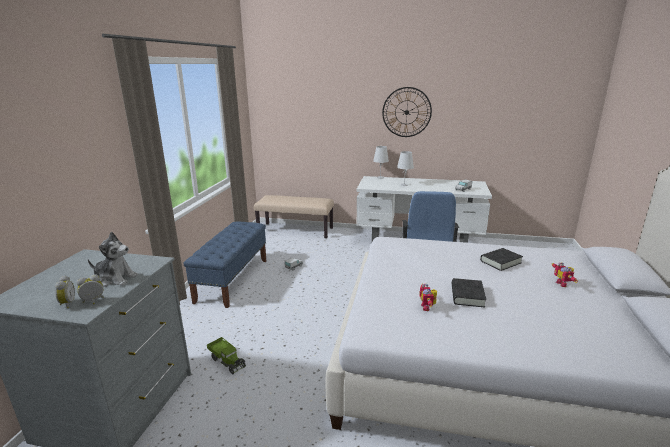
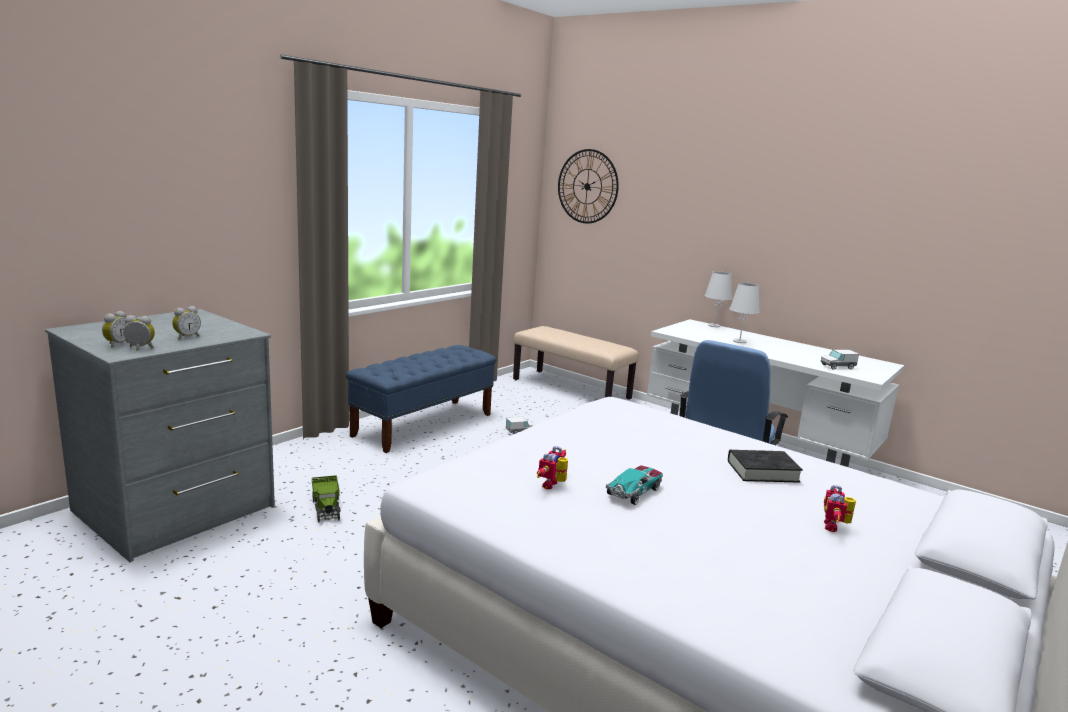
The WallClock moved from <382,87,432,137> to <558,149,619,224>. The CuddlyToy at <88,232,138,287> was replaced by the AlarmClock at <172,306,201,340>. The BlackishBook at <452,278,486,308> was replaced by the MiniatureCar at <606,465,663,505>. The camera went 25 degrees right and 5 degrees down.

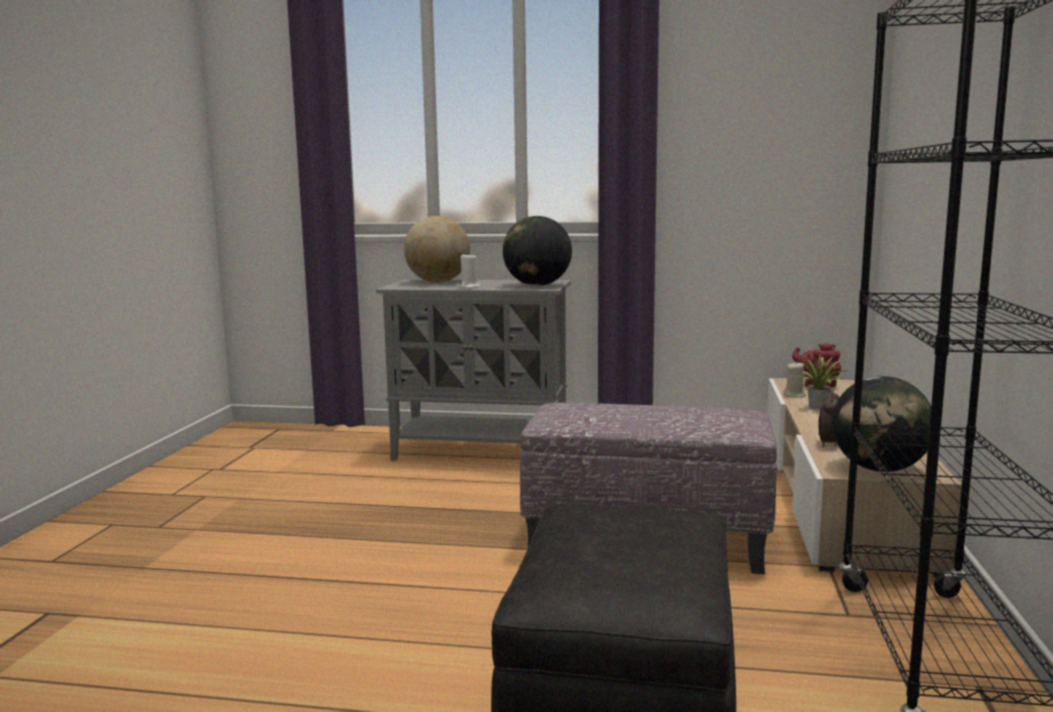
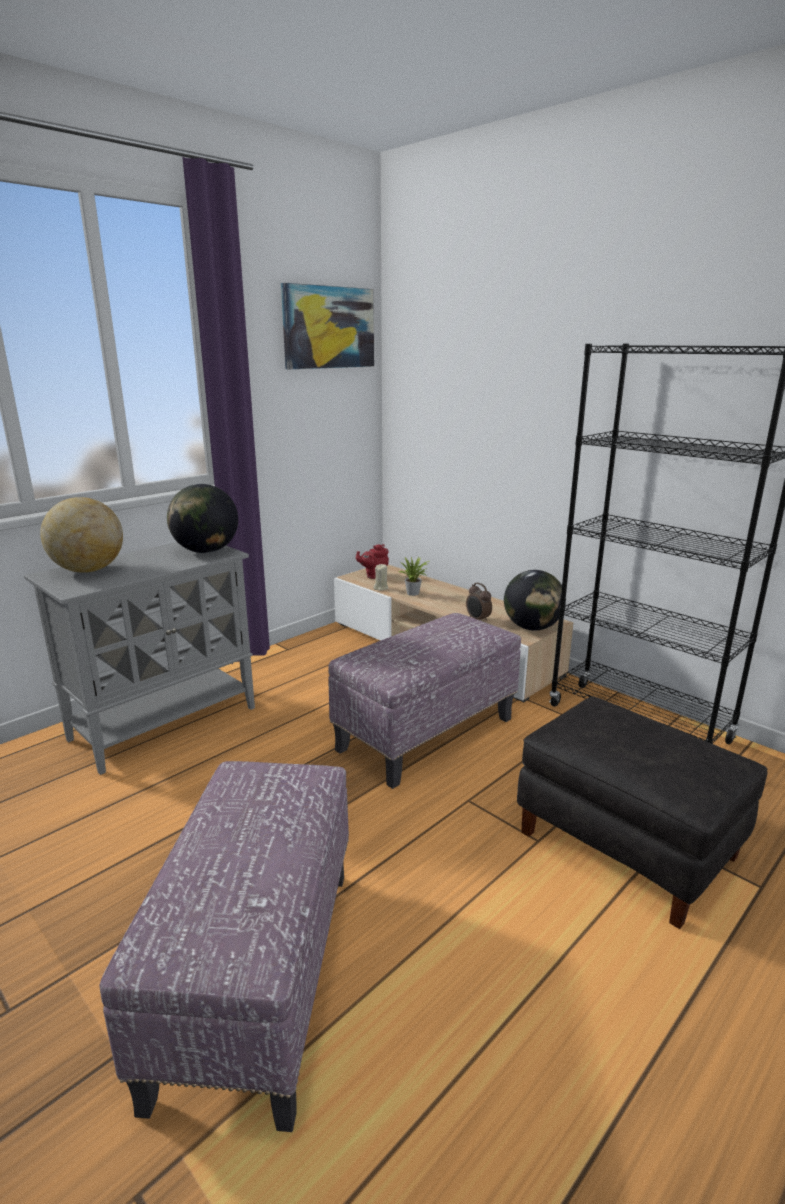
The WhiteCandle at <460,255,480,289> disappeared. The Ottoman at <99,761,349,1132> appeared. The Picture at <281,283,374,369> appeared. The camera went 55 degrees left and 10 degrees up.

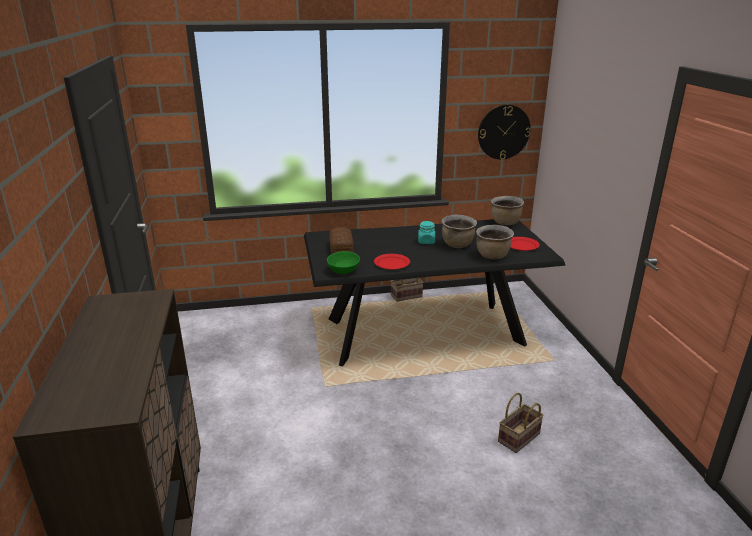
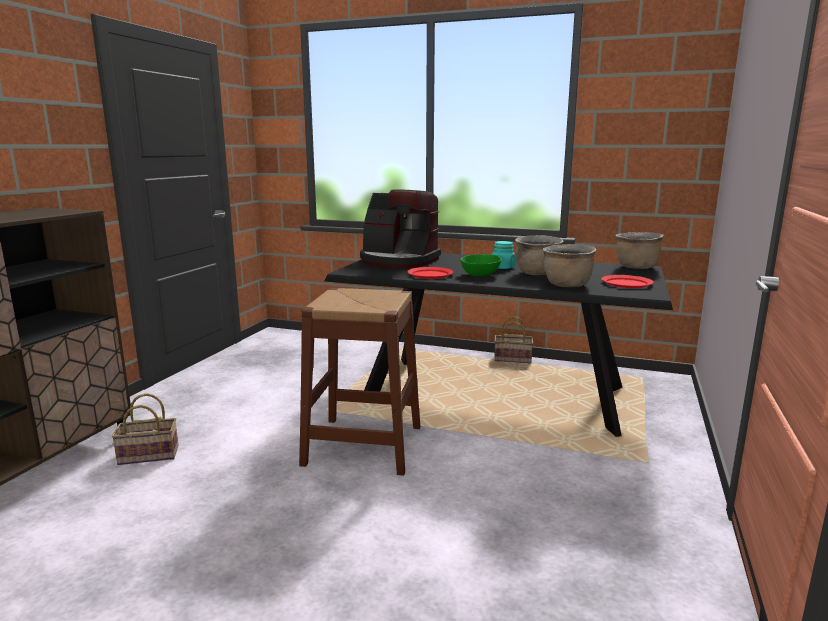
The WallClock at <478,105,531,160> disappeared. The BrownColouredSittingStool at <299,288,420,476> appeared. The GreenColouredServingBowl moved from <327,251,360,274> to <461,254,501,276>. The StorageBasket moved from <498,393,544,453> to <112,393,179,465>. The BakedBread at <329,227,354,254> was replaced by the CoffeeMachine at <360,189,441,268>. The camera went 30 degrees right and 10 degrees down.

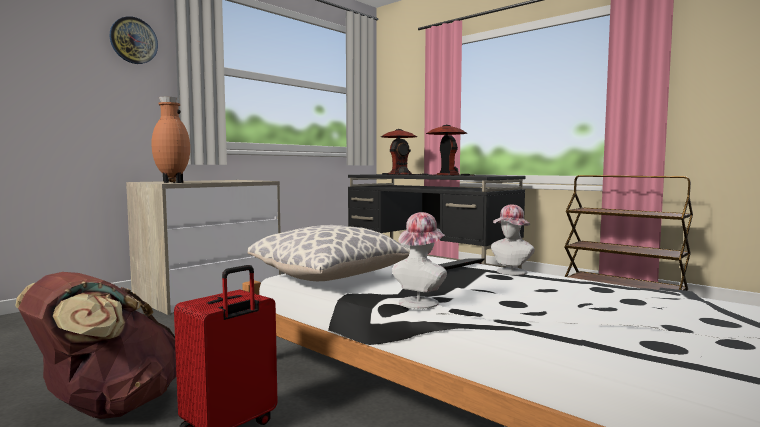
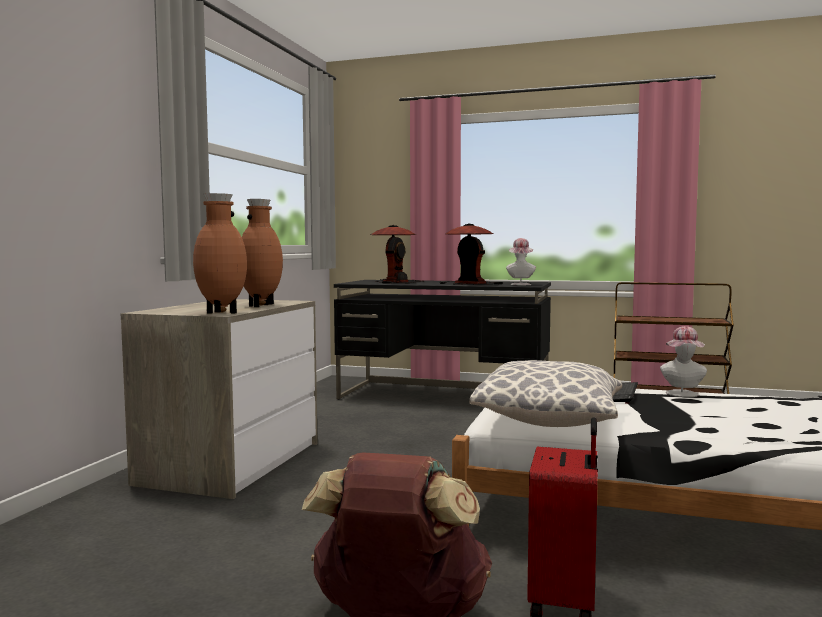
The WallClock at <109,16,158,64> disappeared. The BrownColouredVase at <242,199,283,307> appeared. The ClothingHat moved from <392,212,447,309> to <506,238,536,285>. The camera went 25 degrees left and 0 degrees up.

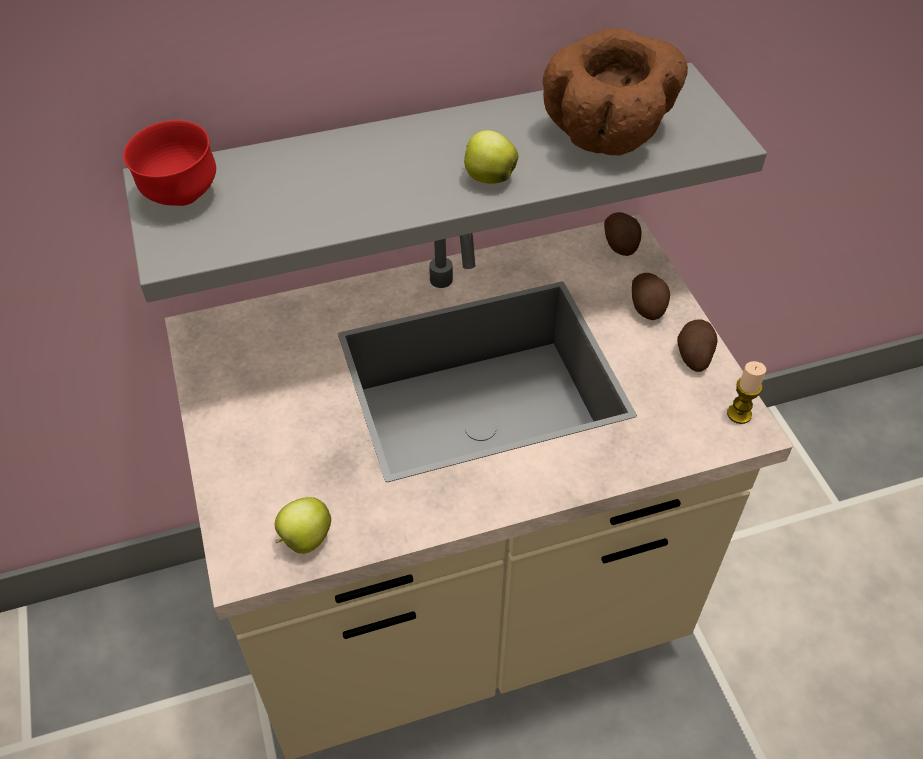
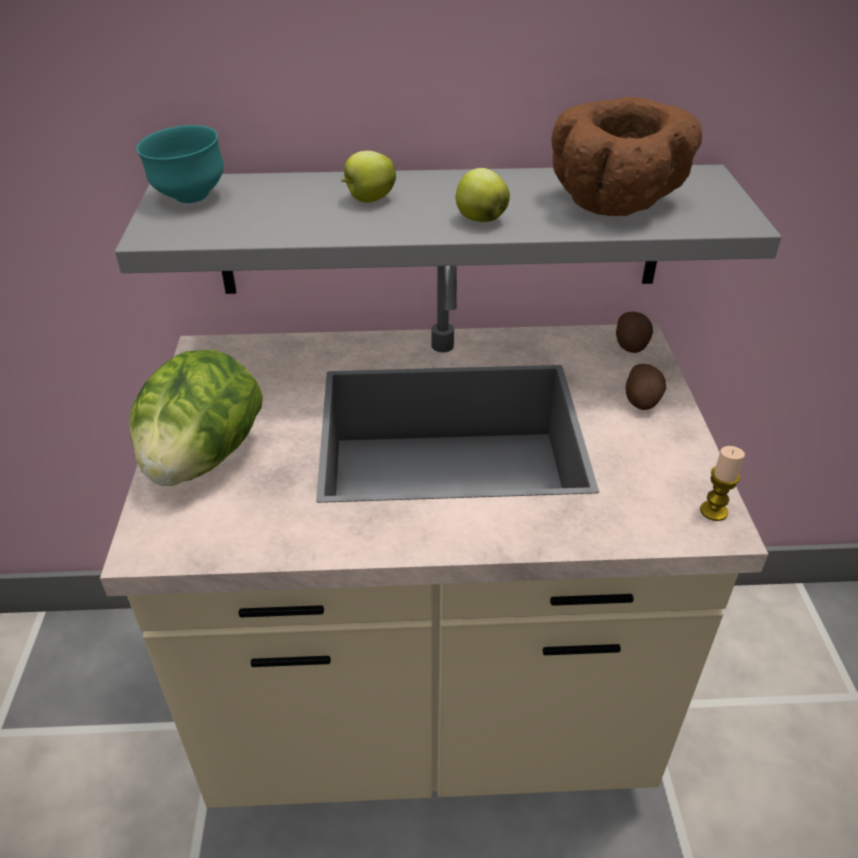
The Spud at <677,319,718,372> disappeared. The Lettuce at <130,350,263,486> appeared. The WholeApple moved from <275,497,331,554> to <341,151,396,203>. The ReddishServingBowl at <123,120,216,206> became the TurquoiseColouredServingBowl at <136,125,224,203>. The camera went 15 degrees right and 10 degrees down.

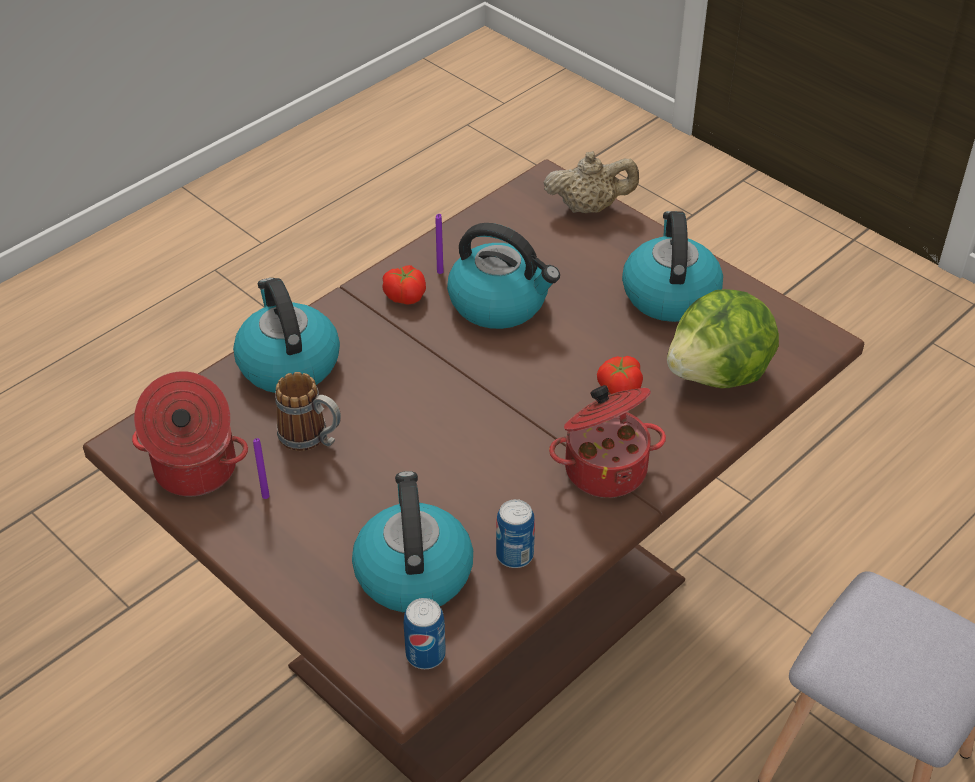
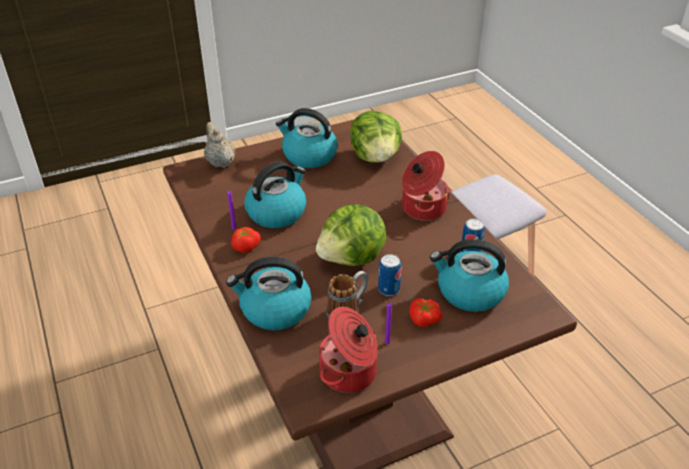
The Lettuce at <316,205,386,266> appeared. The MetalCan moved from <404,598,446,669> to <378,254,401,296>. The Tomato moved from <597,356,643,394> to <409,298,442,327>. The BeigePotForTea at <544,151,639,213> turned 45 degrees counterclockwise. The camera went 70 degrees left and 5 degrees down.

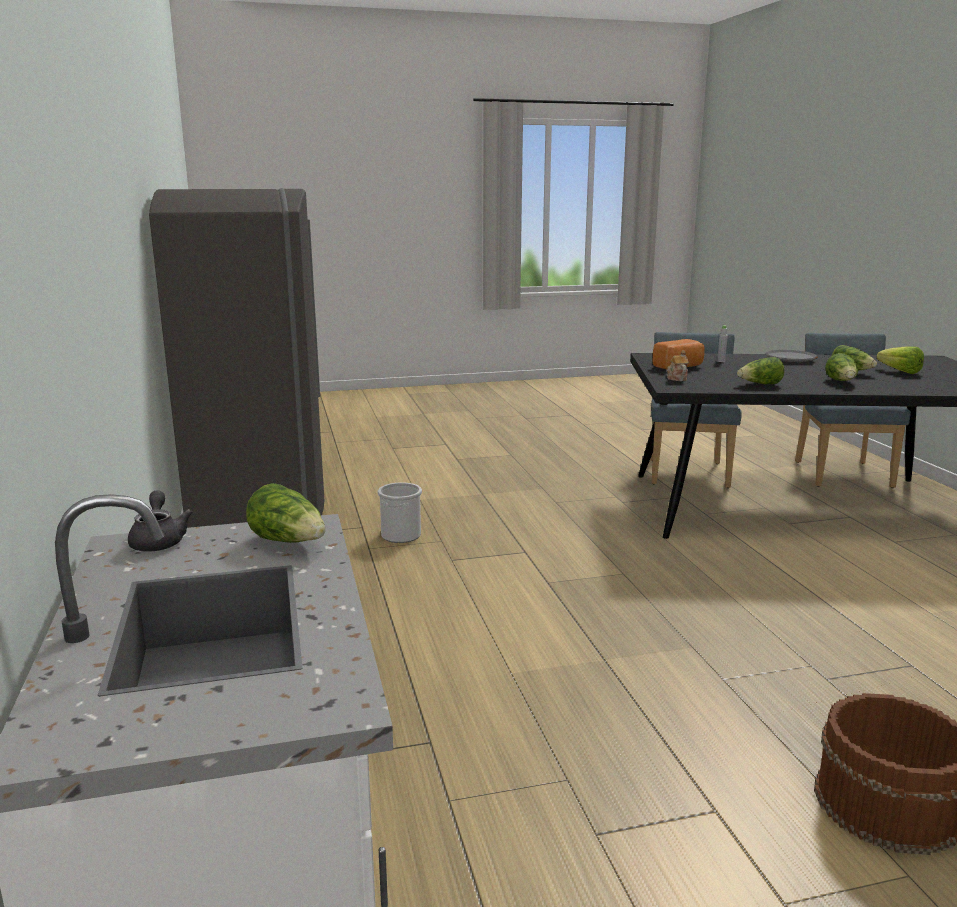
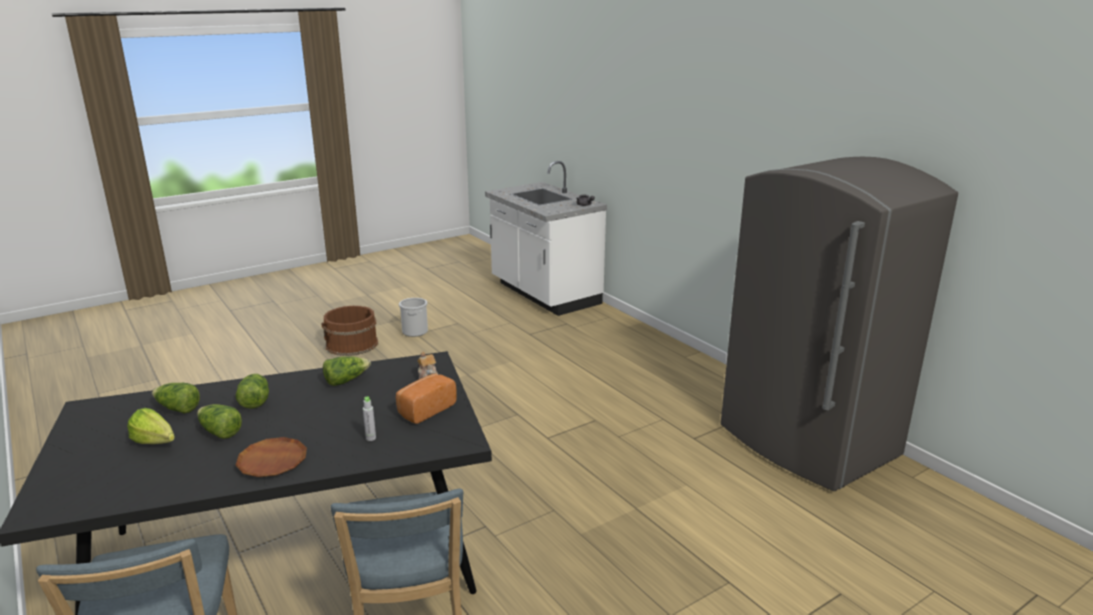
The Lettuce moved from <246,483,326,543> to <152,383,200,414>. The WaterBucket moved from <378,482,422,543> to <399,298,428,337>. The GreyPlate at <765,350,818,362> became the BrownColouredPlate at <236,437,307,477>. The camera went 160 degrees right and 5 degrees up.

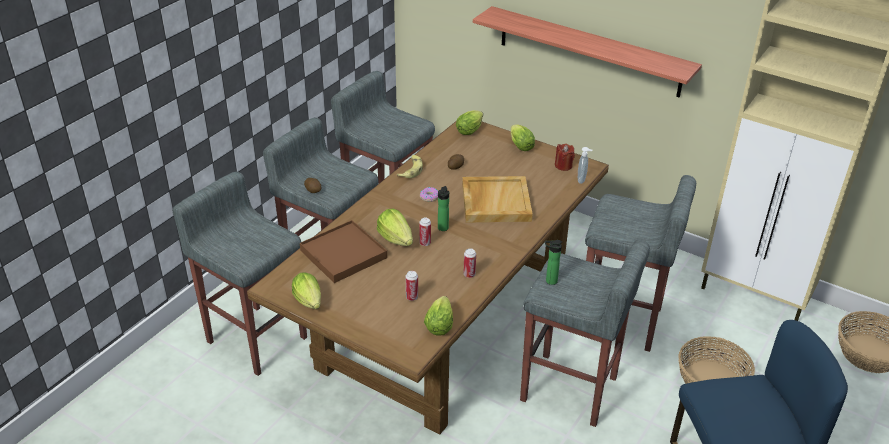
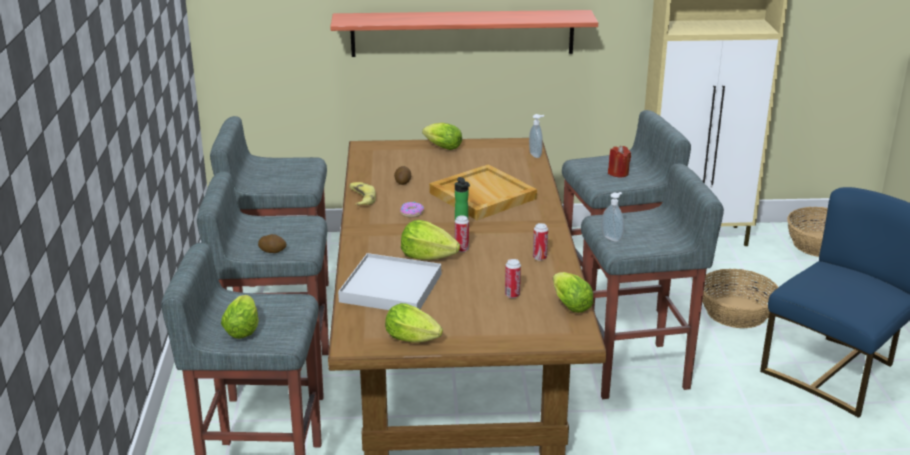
The Lettuce moved from <456,110,483,135> to <221,295,259,339>. The ReddishCandle moved from <555,143,575,171> to <608,146,631,177>. The DrinkBottle at <545,240,562,285> was replaced by the SoapDispenser at <602,192,624,242>. The BrownColouredServingTray at <300,220,387,283> became the WhiteServingTray at <338,253,441,310>. The camera went 35 degrees left and 10 degrees down.

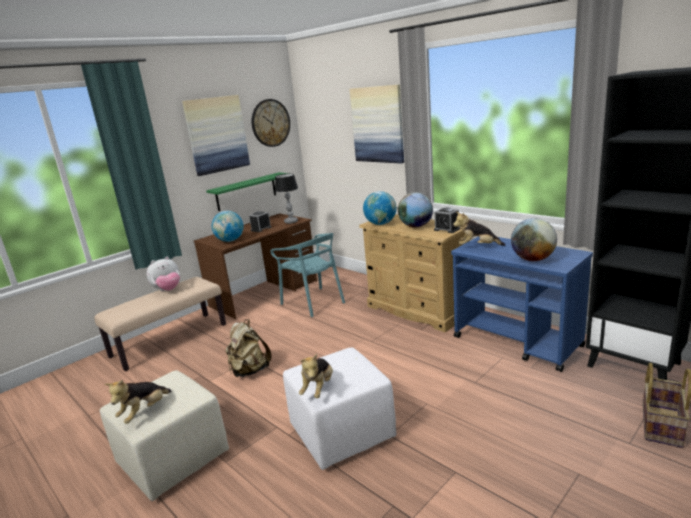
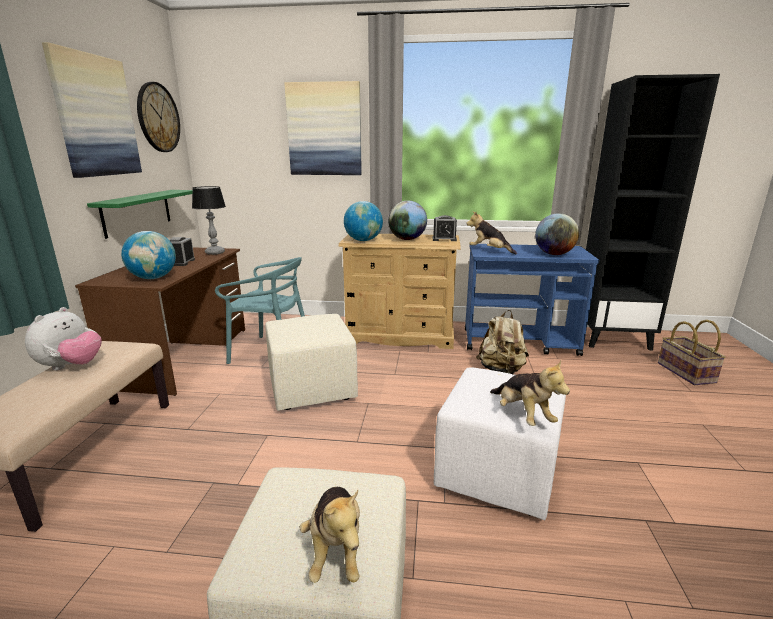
The BeigeOttoman at <265,314,358,411> appeared. The BeigeRucksack moved from <226,319,272,377> to <476,310,529,374>. The CuddlyToy at <453,212,505,246> turned 60 degrees clockwise. The camera went 40 degrees left and 0 degrees up.

